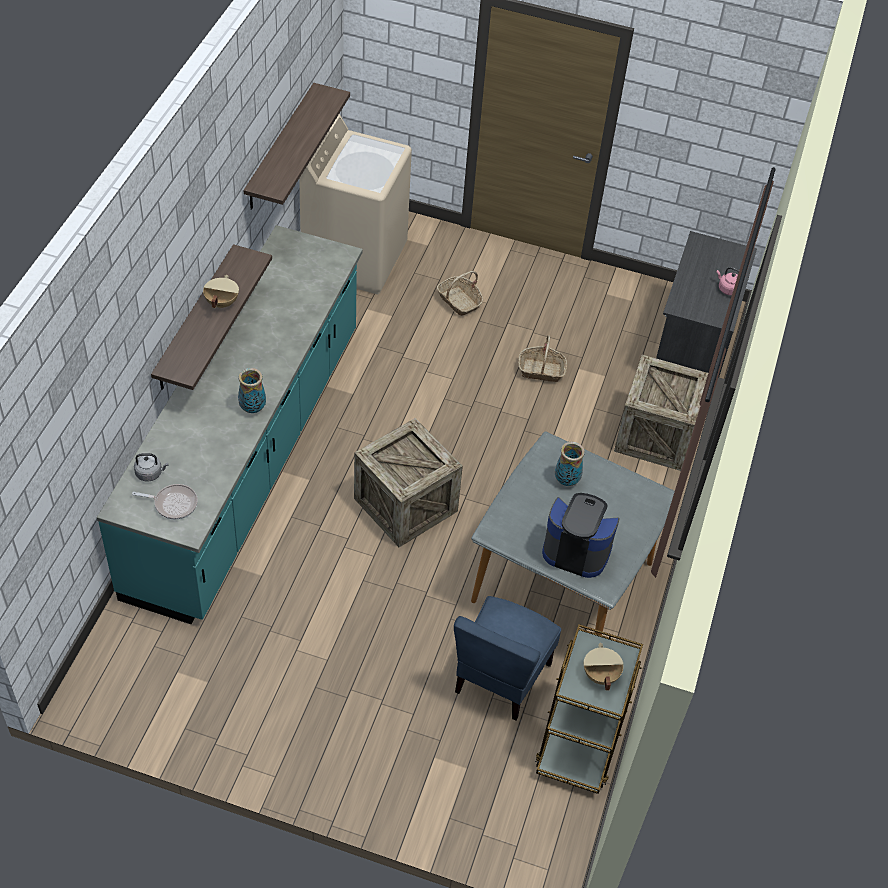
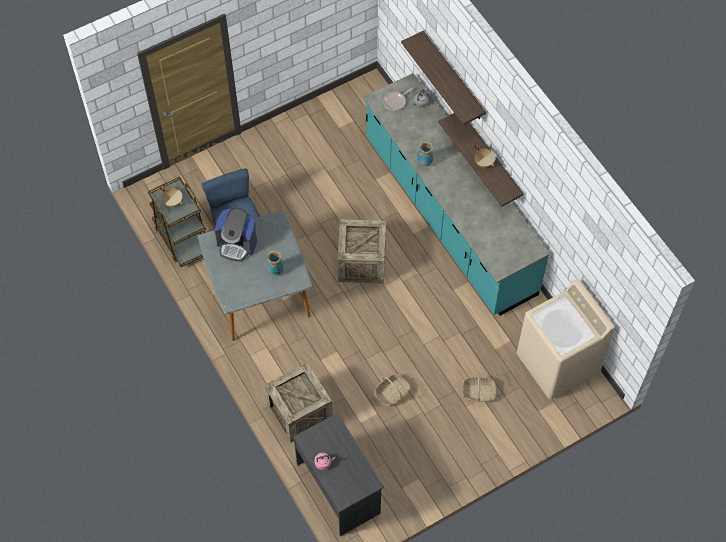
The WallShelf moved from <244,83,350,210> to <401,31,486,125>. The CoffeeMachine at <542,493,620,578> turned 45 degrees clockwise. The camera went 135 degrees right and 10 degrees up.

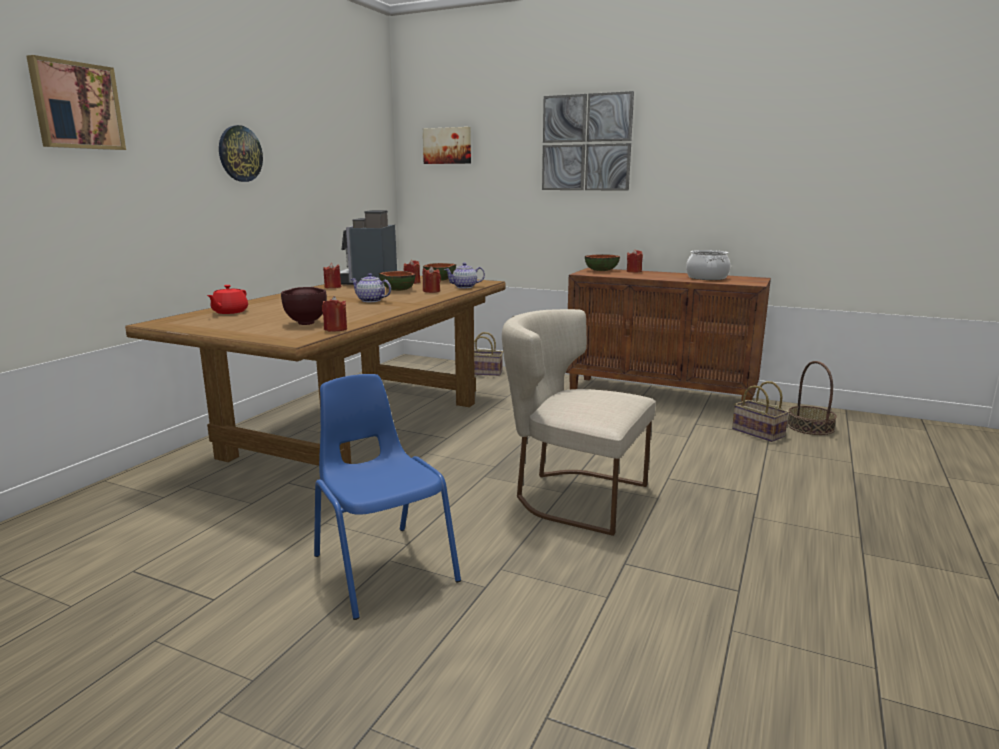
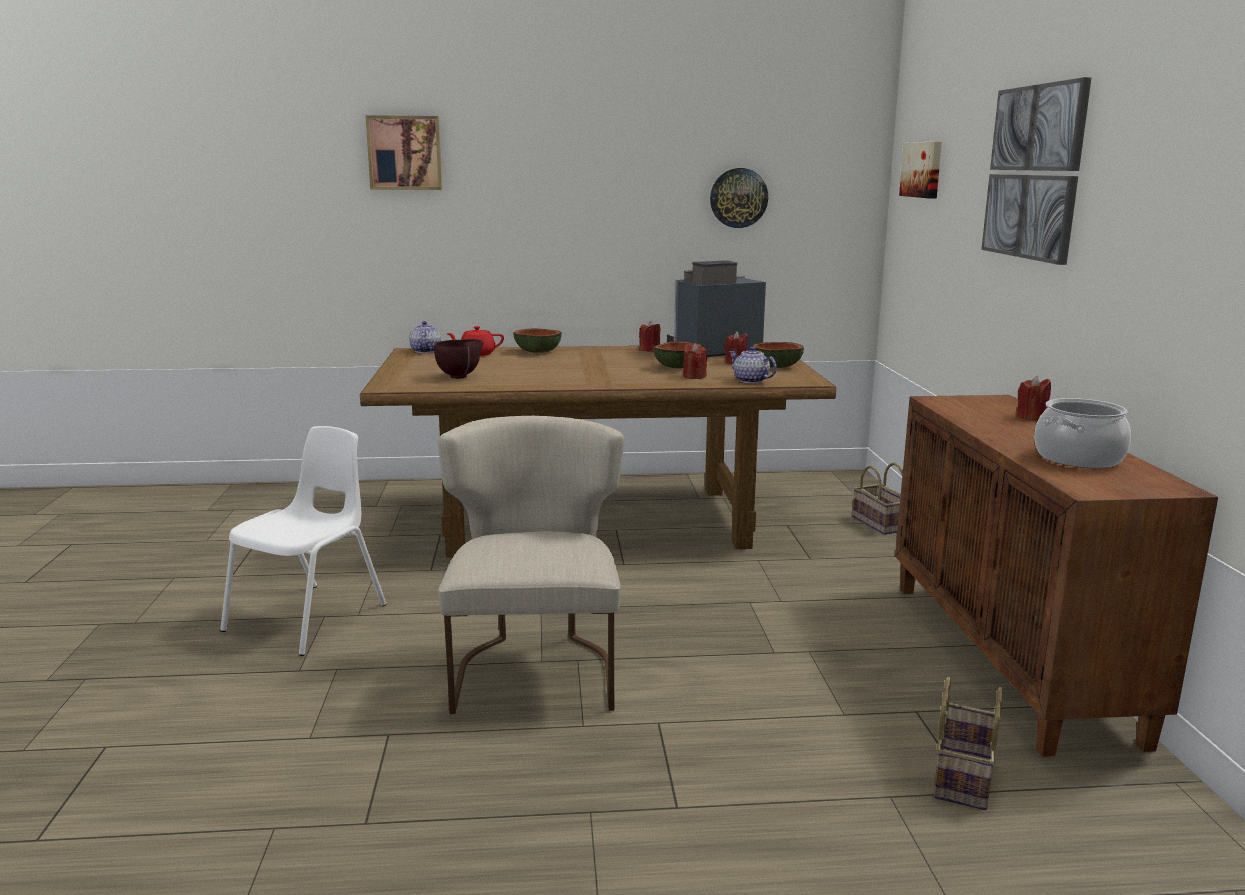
The ReddishCandle at <322,296,347,331> disappeared. The StorageBasket at <787,361,837,435> disappeared. The WallClock moved from <219,125,263,182> to <710,168,768,228>. The PotForTea moved from <350,273,391,302> to <409,321,441,353>. The ServingBowl moved from <585,254,620,271> to <513,328,562,353>. The BlueChair at <314,374,461,620> became the WhiteChair at <220,426,386,656>. The camera went 60 degrees right and 0 degrees up.

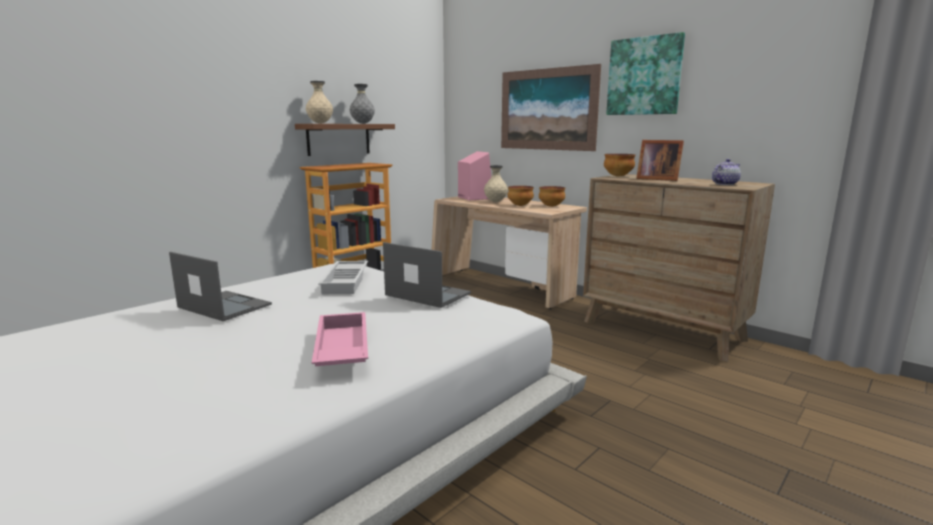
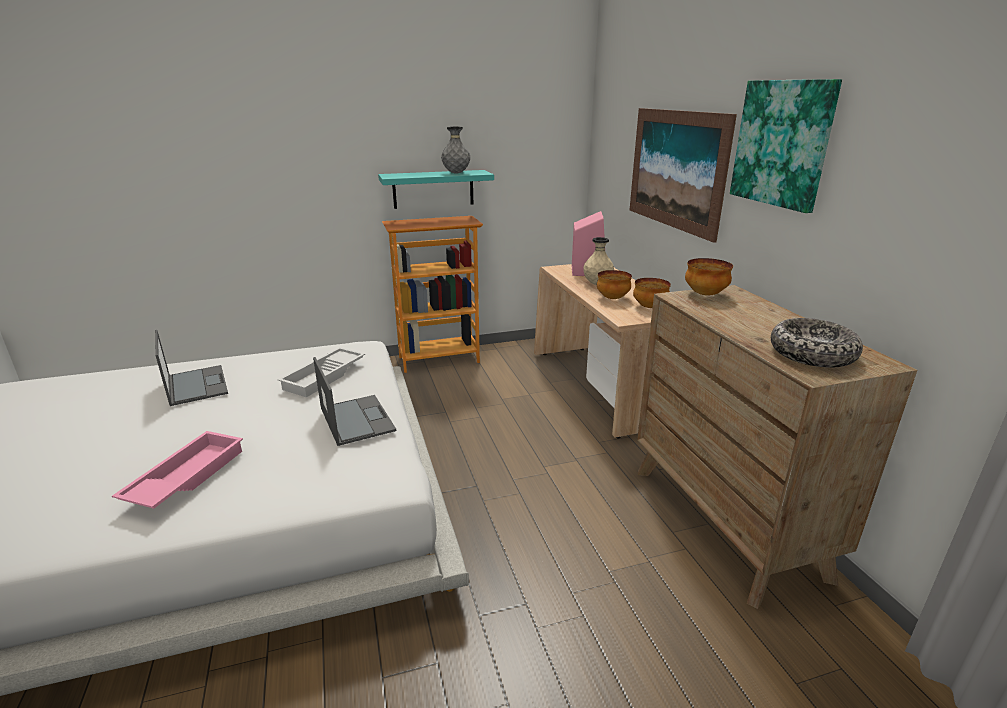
The BeigeVase at <306,81,333,124> disappeared. The PhotoFrame at <636,140,684,181> disappeared. The PotForTea at <712,159,741,185> was replaced by the ServingBowl at <771,318,863,368>. The BrownColouredWallShelf at <295,124,395,156> became the TurquoiseColouredWallShelf at <378,170,494,209>. The camera went 30 degrees right and 10 degrees up.

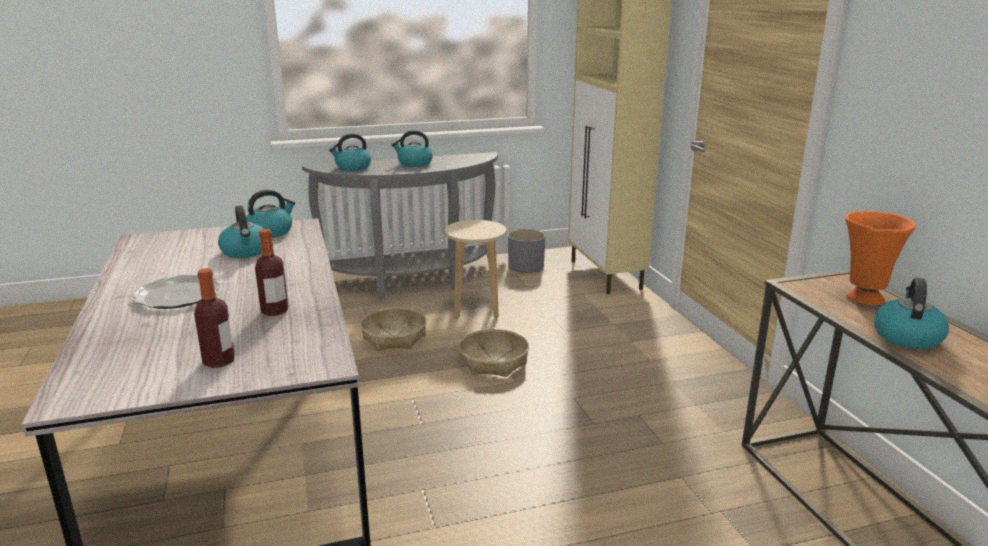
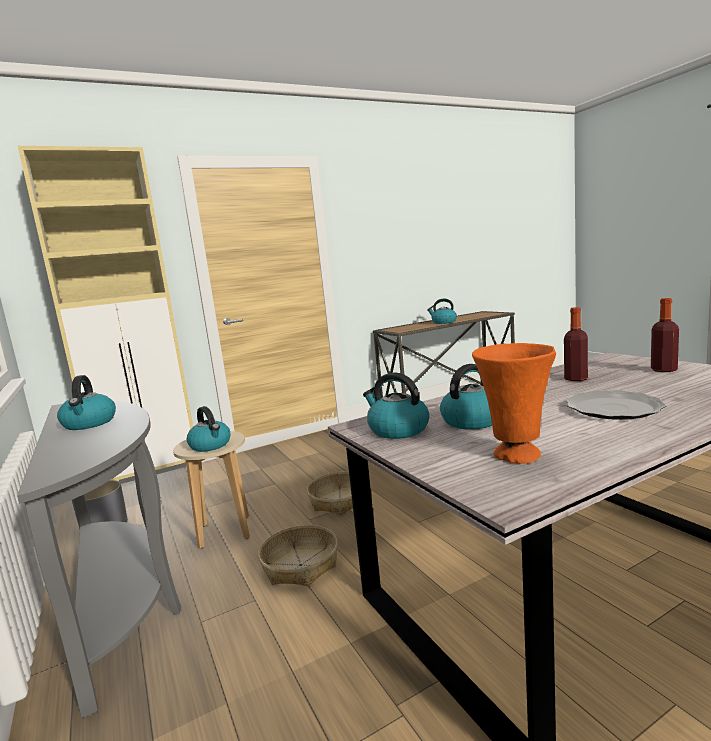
The TeaKettle moved from <329,133,371,171> to <187,406,230,452>. The OrangeColouredVase moved from <845,211,916,305> to <472,343,556,464>. The camera went 100 degrees left and 10 degrees down.

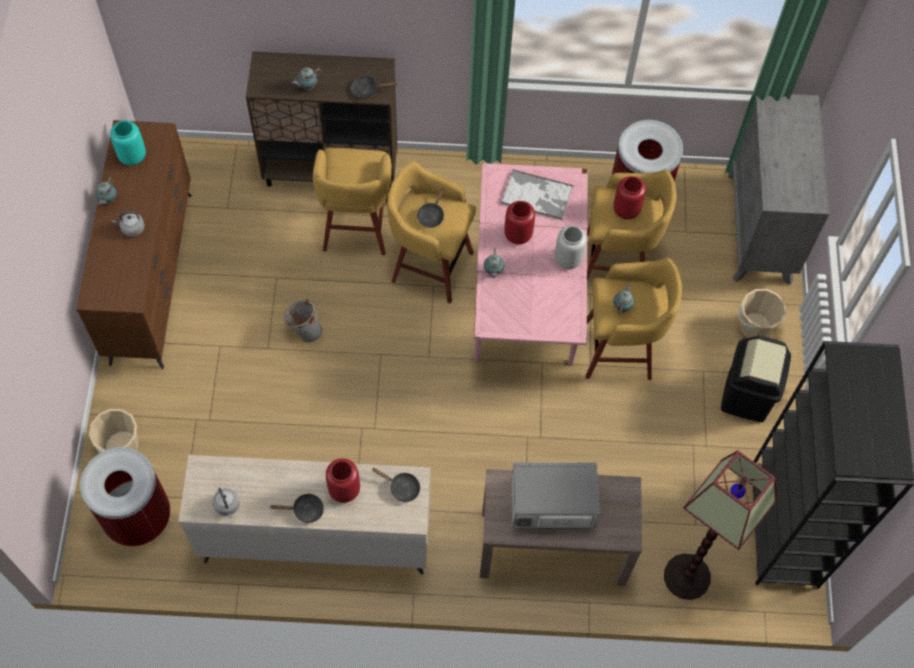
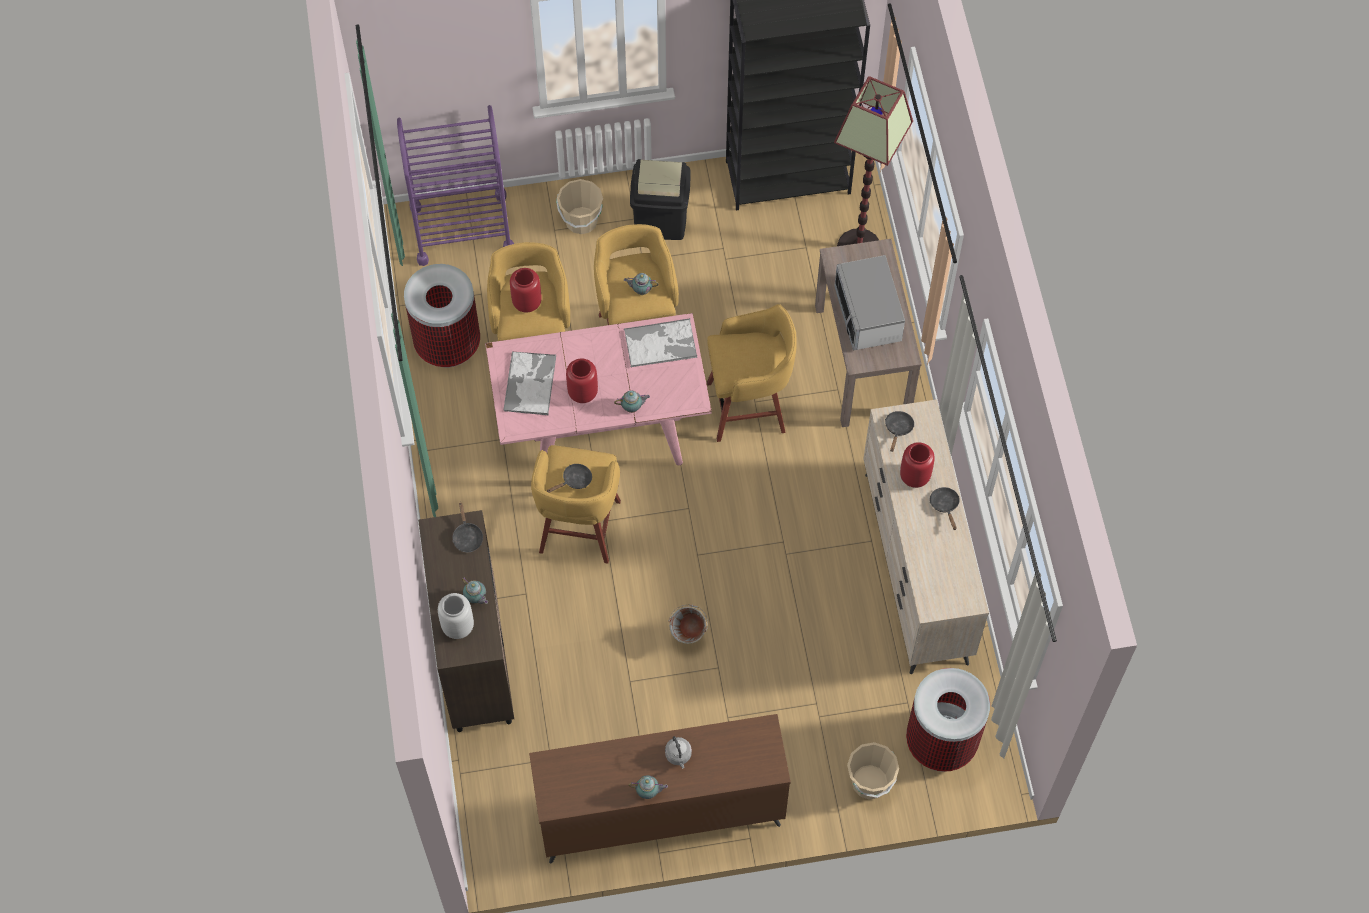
The TurquoiseColouredVase at <110,121,146,165> disappeared. The GreyTeaKettle at <213,488,240,519> disappeared. The ServingTray at <624,318,697,367> appeared. The YellowSittingStool moved from <313,148,392,255> to <707,304,797,442>. The GreyVase moved from <555,225,587,269> to <438,593,474,639>. The GreyDresser at <728,94,829,285> was replaced by the PurplishTrolley at <397,105,514,266>. The BlackishPan at <417,188,445,228> turned 45 degrees counterclockwise. The camera went 100 degrees left and 0 degrees up.

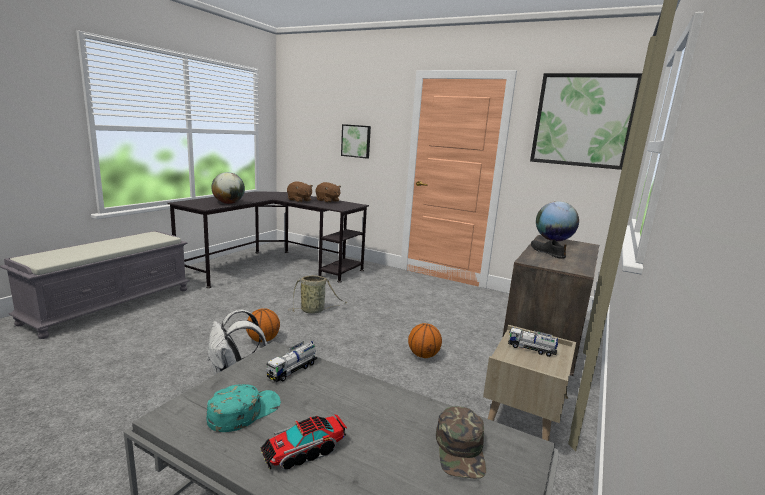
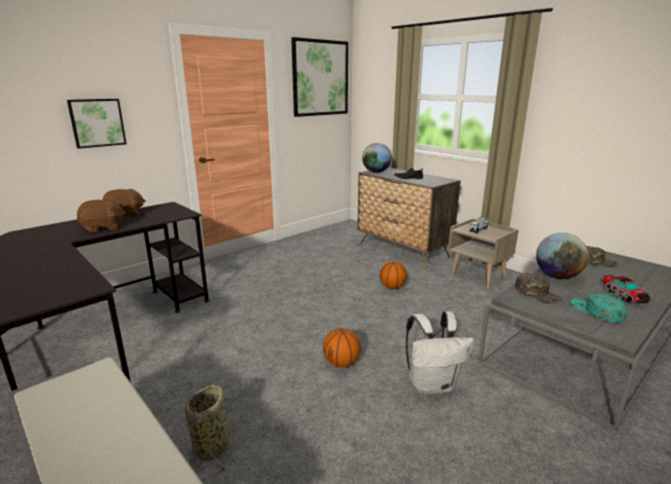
The WorldGlobe moved from <211,172,245,204> to <536,233,589,279>. The StorageBasket moved from <288,275,347,314> to <185,385,230,480>. The ToyTruck at <266,341,317,382> was replaced by the GreenColouredCap at <515,273,562,304>. The camera went 70 degrees left and 5 degrees up.

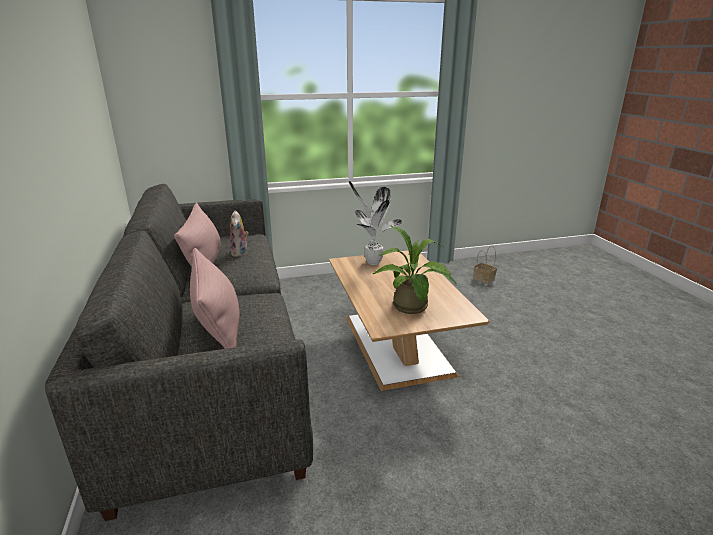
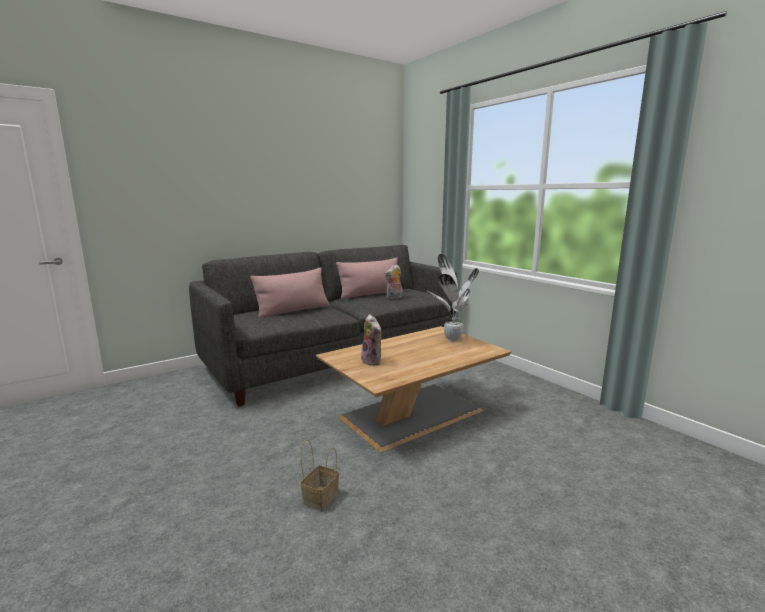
The StorageBasket moved from <474,246,497,284> to <301,439,339,511>. The Houseplant at <373,225,457,314> was replaced by the CuddlyToy at <361,314,382,366>. The camera went 70 degrees right and 10 degrees down.

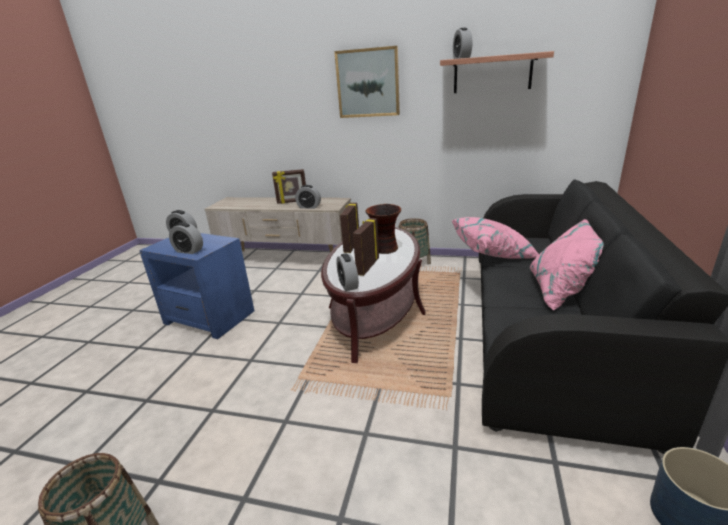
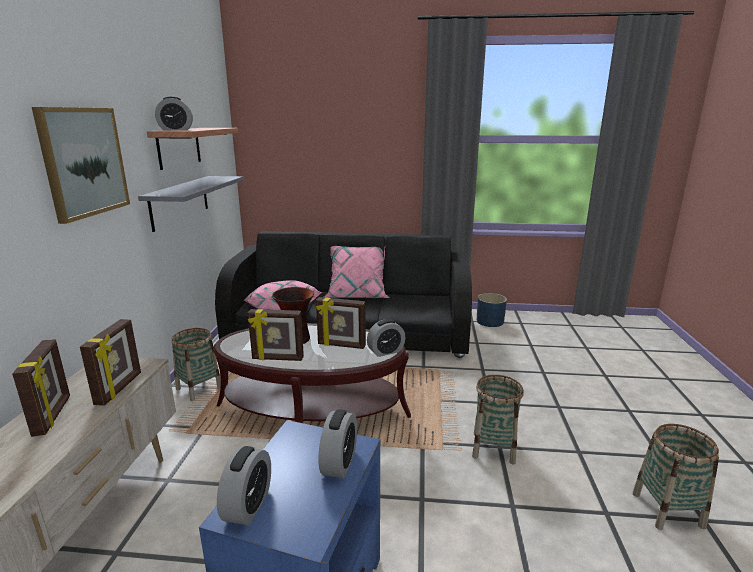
The GreyWallShelf at <138,176,244,232> appeared. The StorageBasket at <472,375,524,464> appeared. The AlarmClock at <295,185,321,209> was replaced by the PhotoFrame at <80,319,141,406>. The camera went 100 degrees left and 5 degrees down.

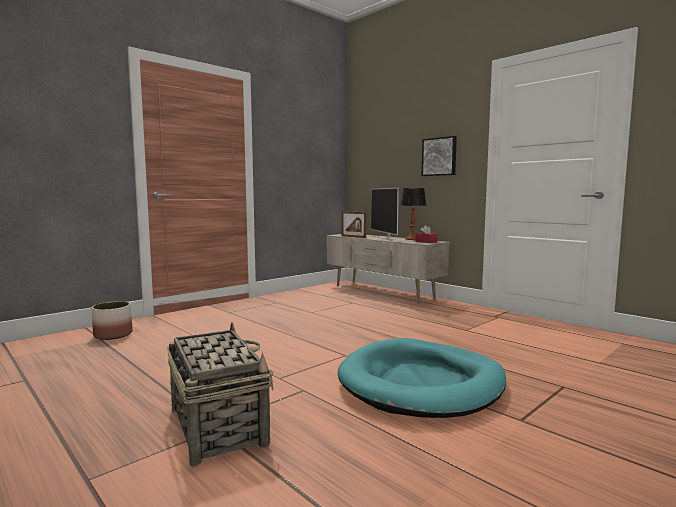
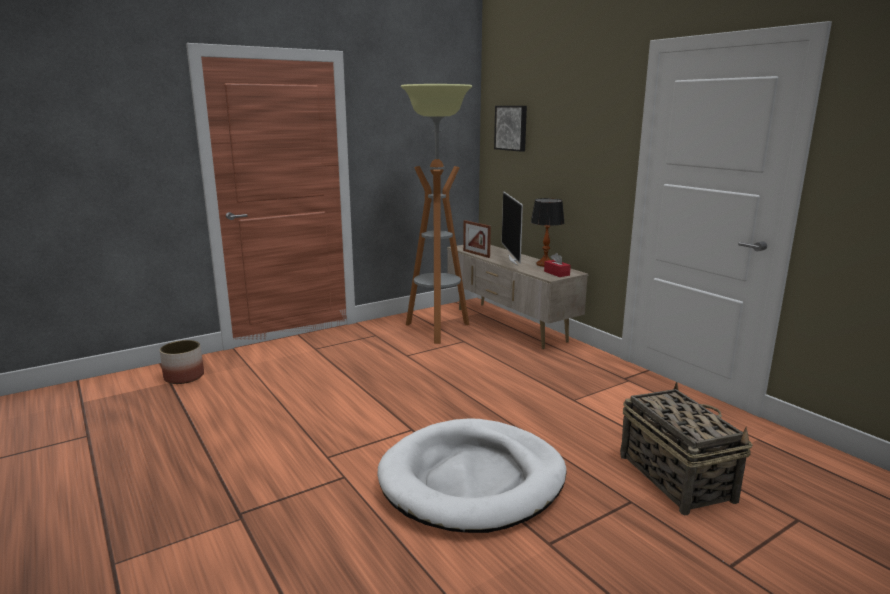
The StandingLamp at <401,84,473,344> appeared. The StorageBasket moved from <167,322,273,467> to <620,382,753,515>. The Picture moved from <422,136,457,176> to <494,106,527,152>. The TurquoiseColouredPetBed at <337,338,506,418> became the WhitePetBed at <378,418,567,533>. The camera went 10 degrees right and 10 degrees up.

